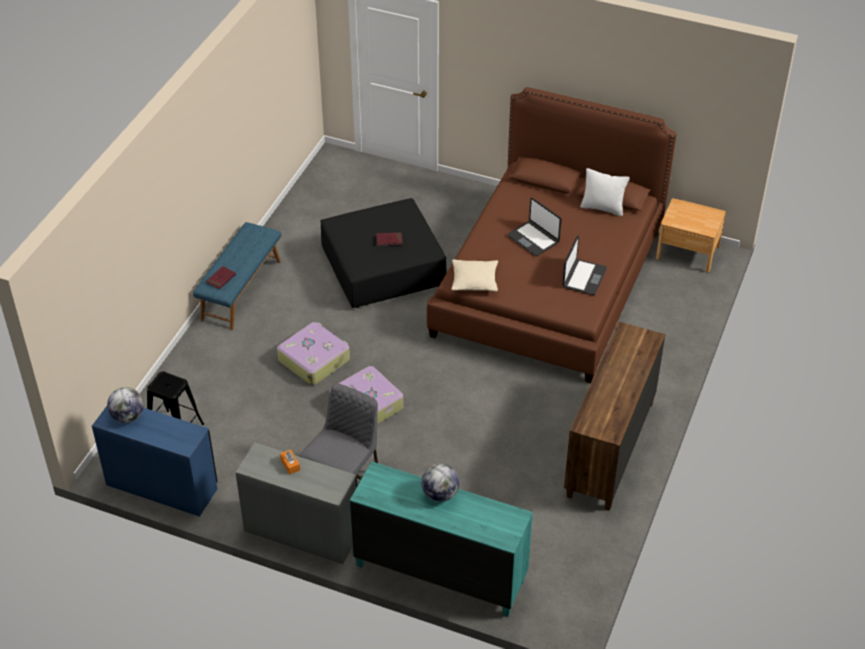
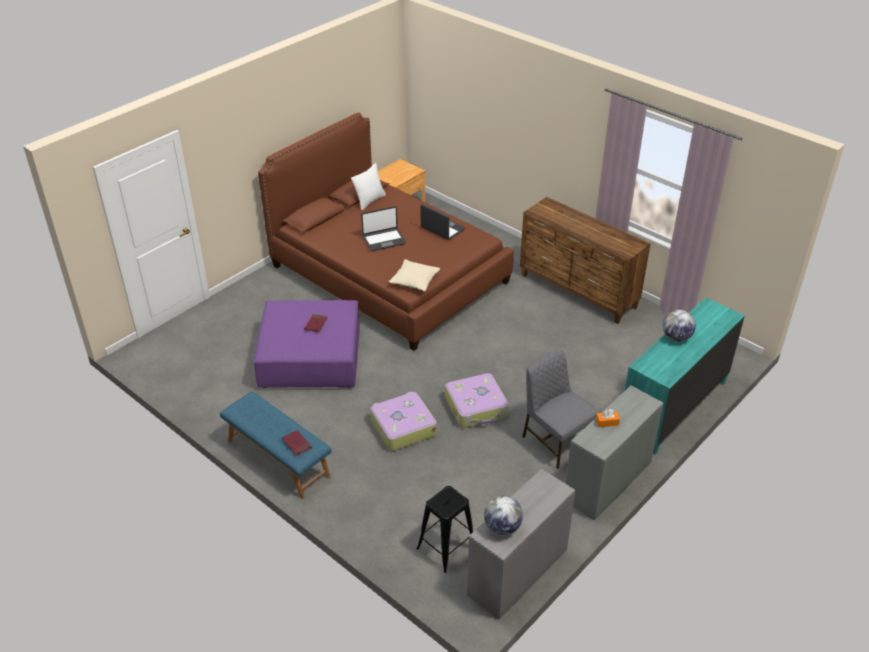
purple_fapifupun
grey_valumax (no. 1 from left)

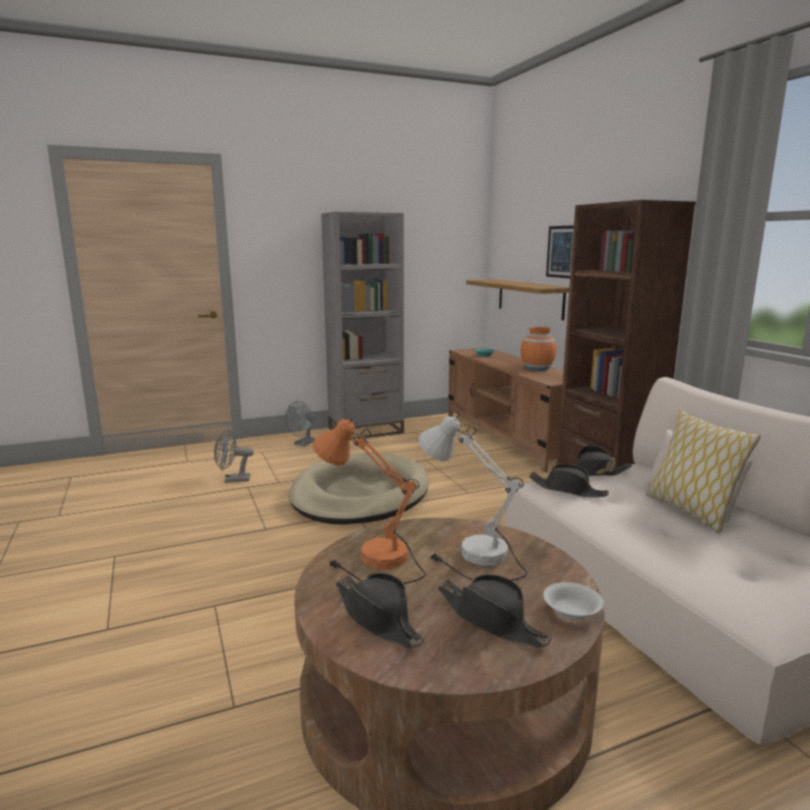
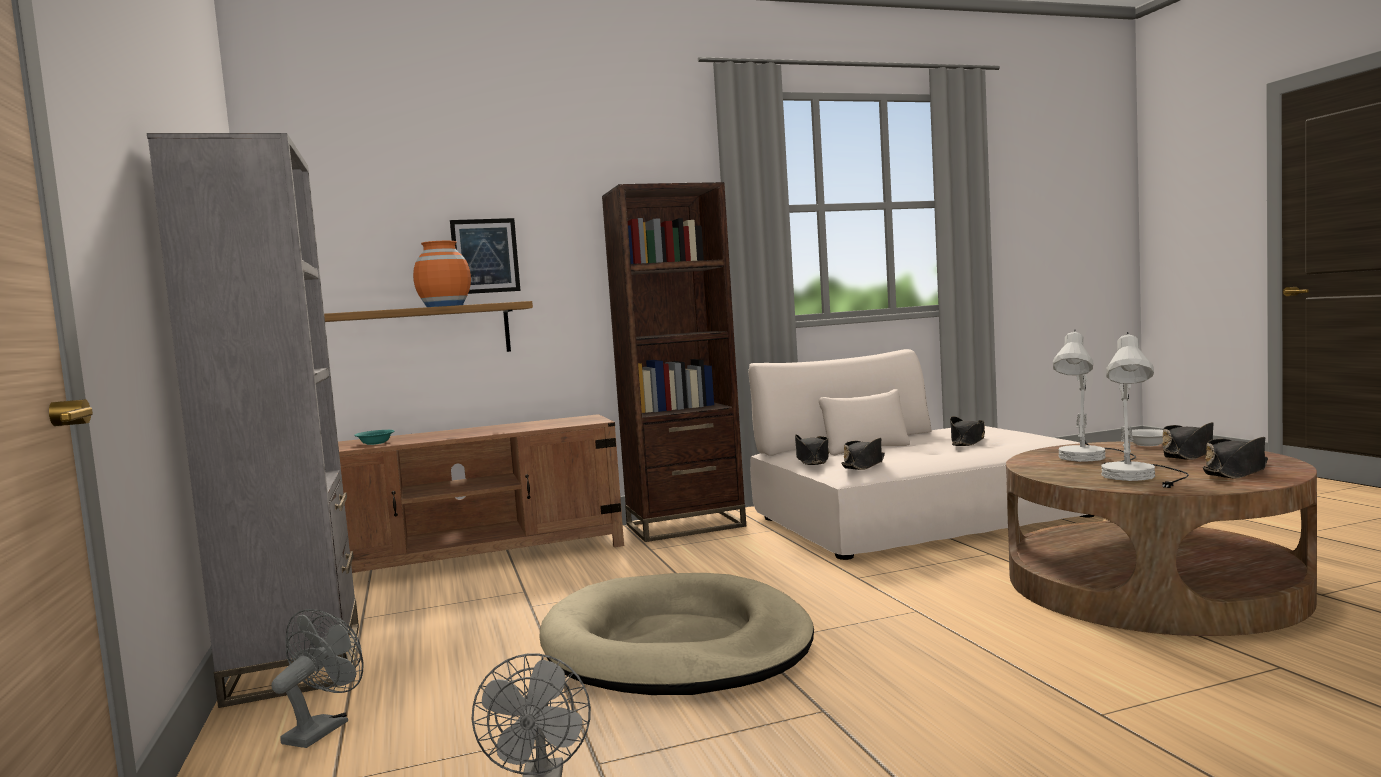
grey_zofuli (no. 1 from left)
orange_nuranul
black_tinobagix (no. 3 from left)
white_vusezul (no. 2 from left)
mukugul

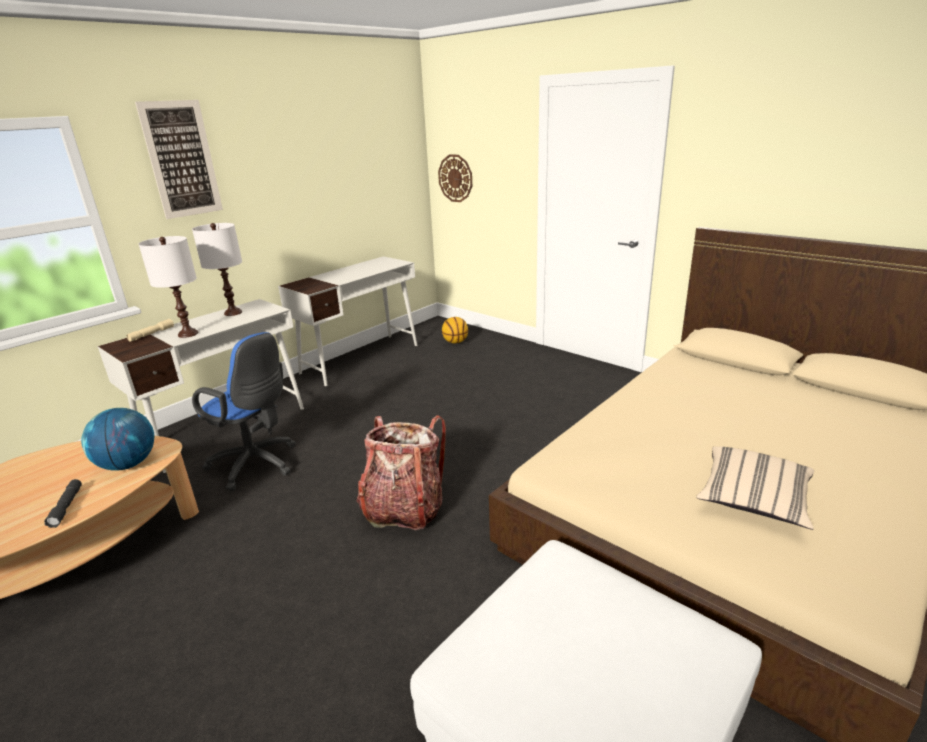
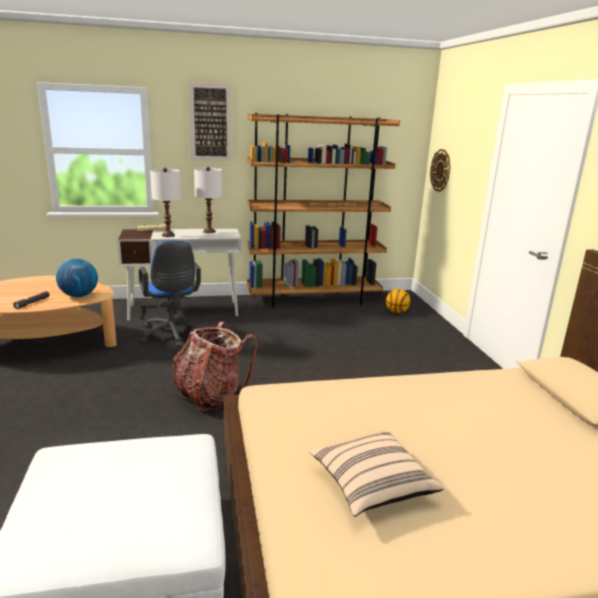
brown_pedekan

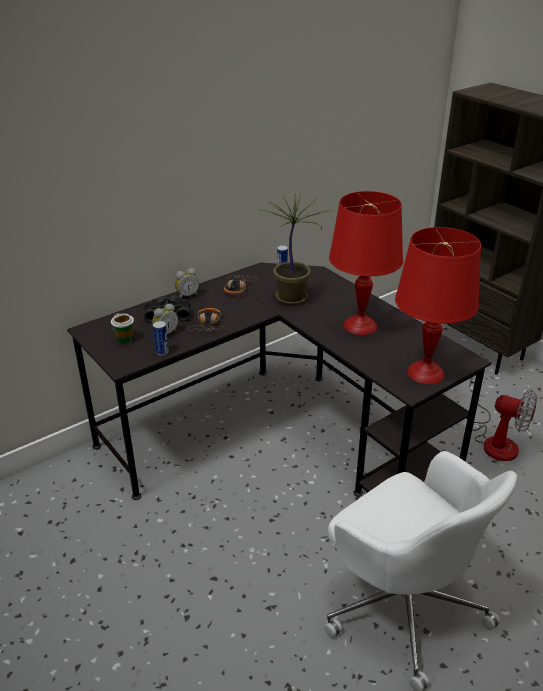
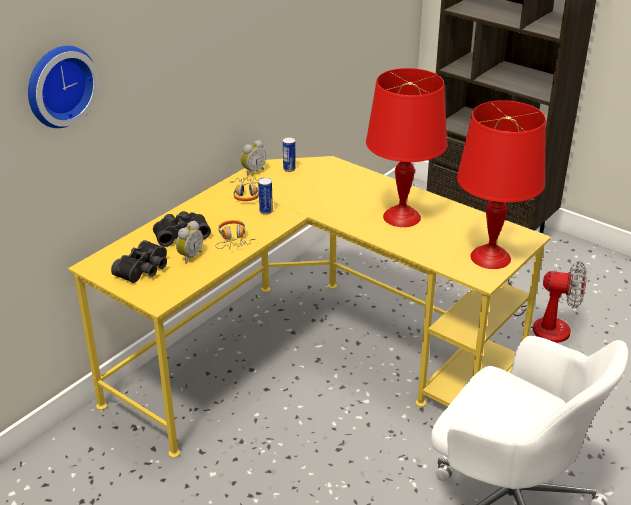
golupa
yellow_valumax
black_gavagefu (no. 1 from left)
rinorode (no. 2 from left)
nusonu (no. 1 from left)
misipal

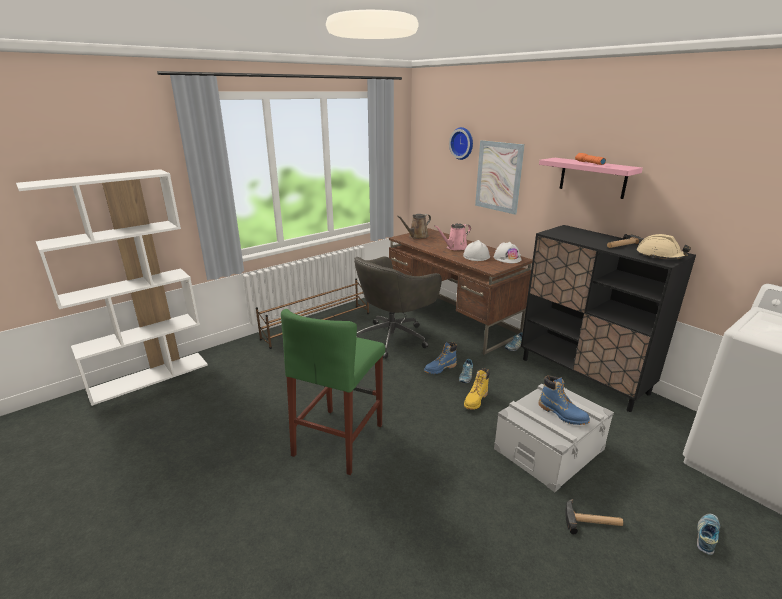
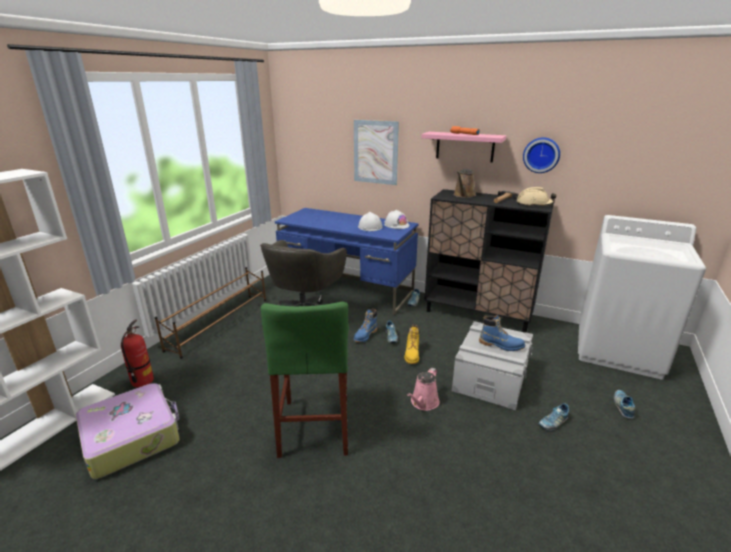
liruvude
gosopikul
blue_valumax
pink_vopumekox
brown_vopumekox
golupa
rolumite (no. 3 from left)

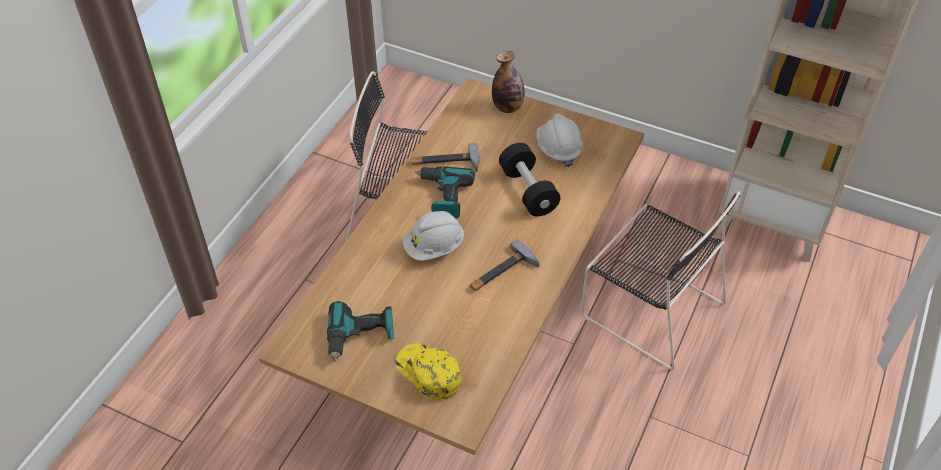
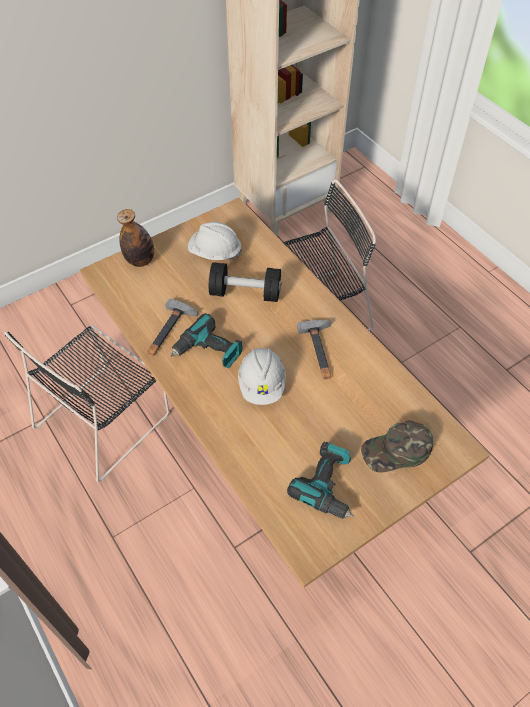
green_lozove

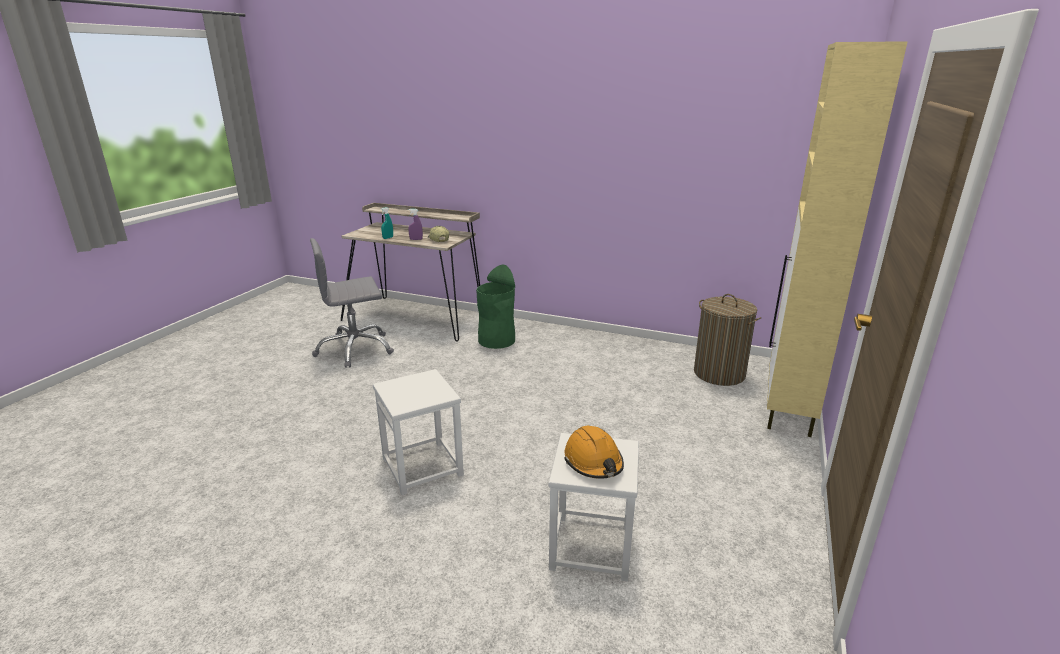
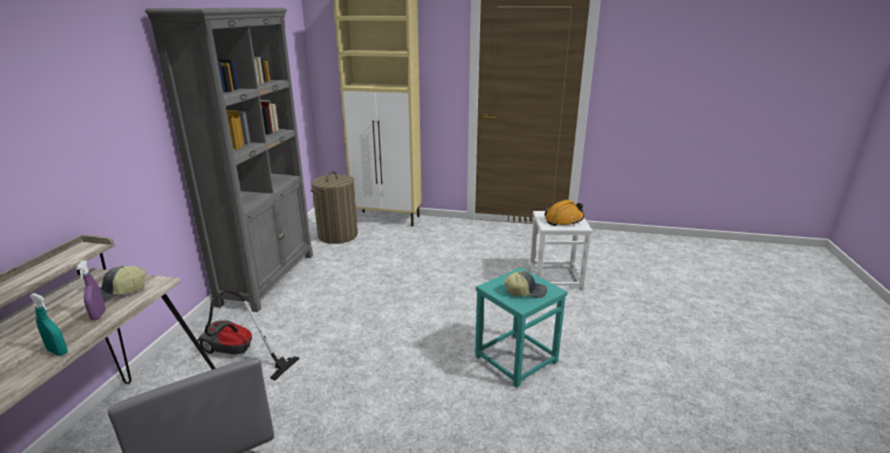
grey_pedekan
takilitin
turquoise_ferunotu
lozove (no. 2 from left)

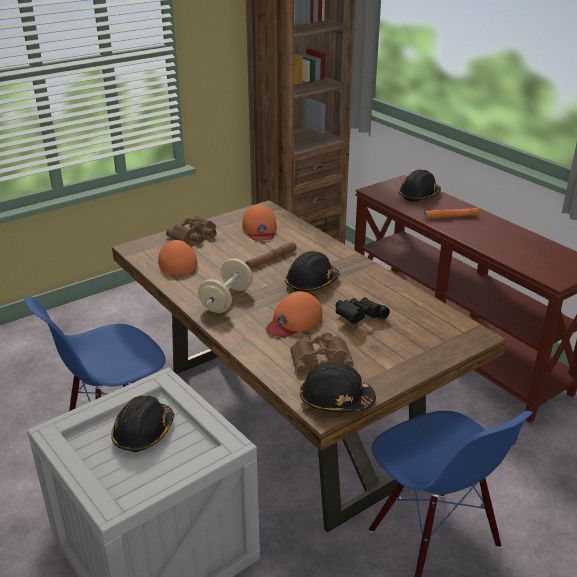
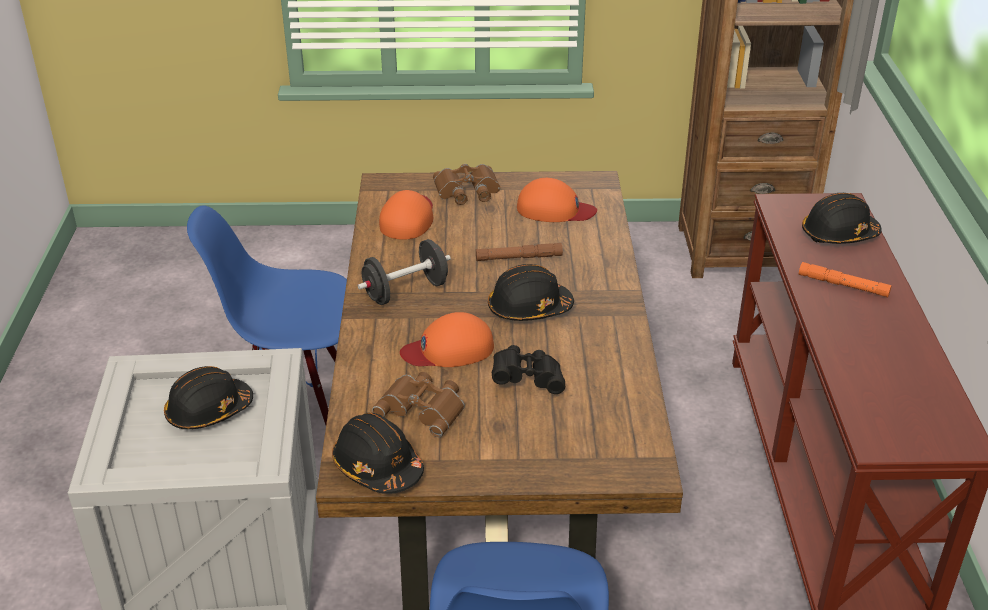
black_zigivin
orange_lozove (no. 3 from left)

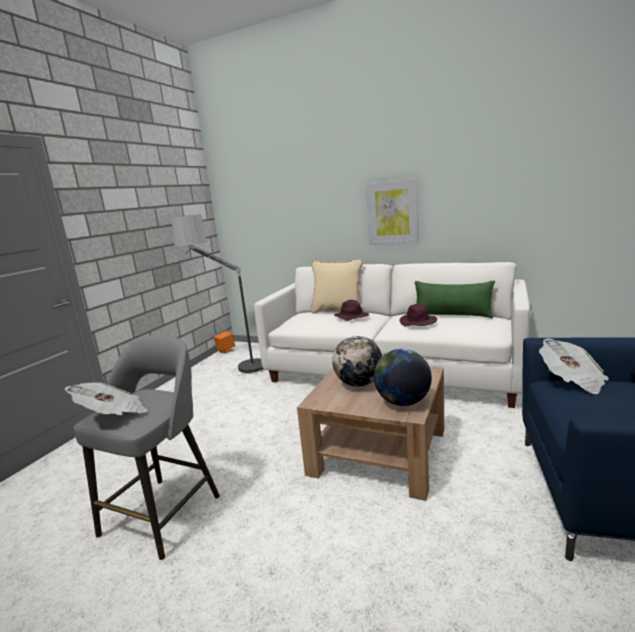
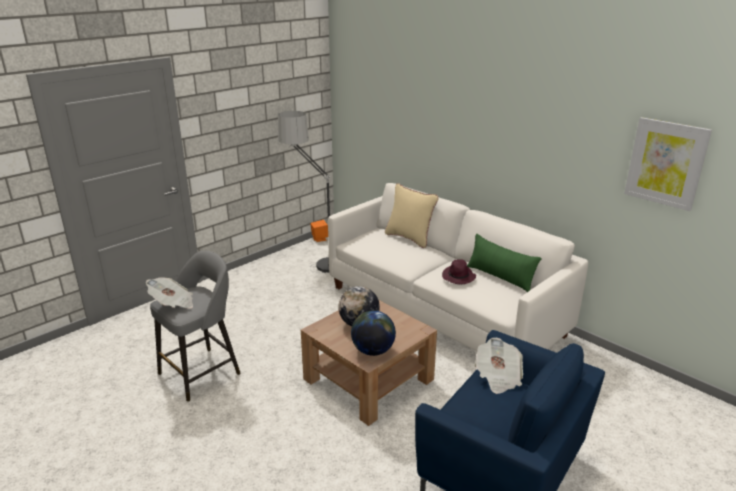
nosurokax
purple_tinobagix (no. 1 from left in the first image)

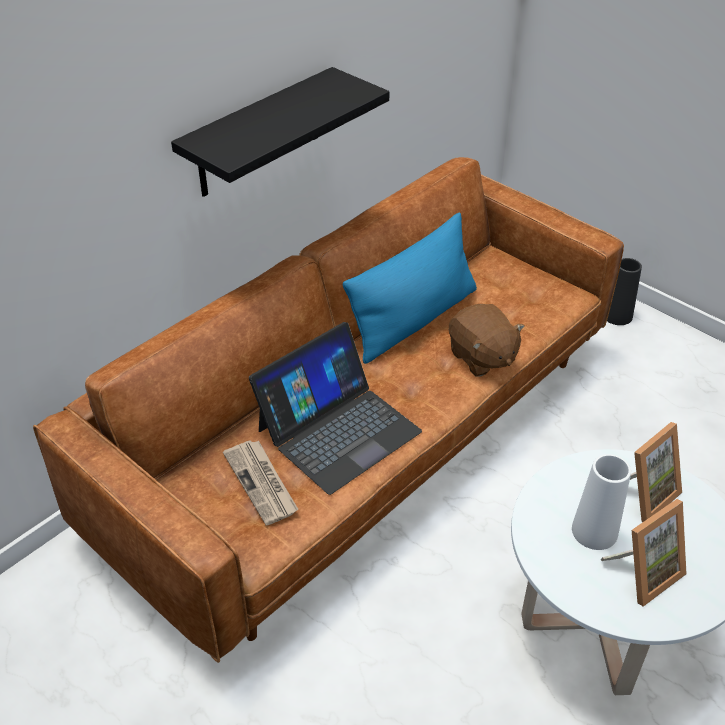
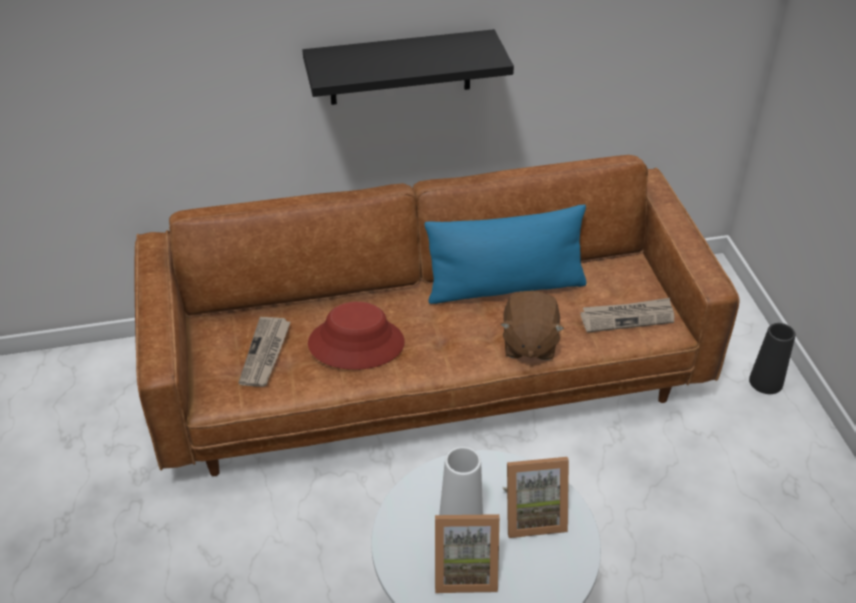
red_tinobagix
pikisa (no. 2 from left)

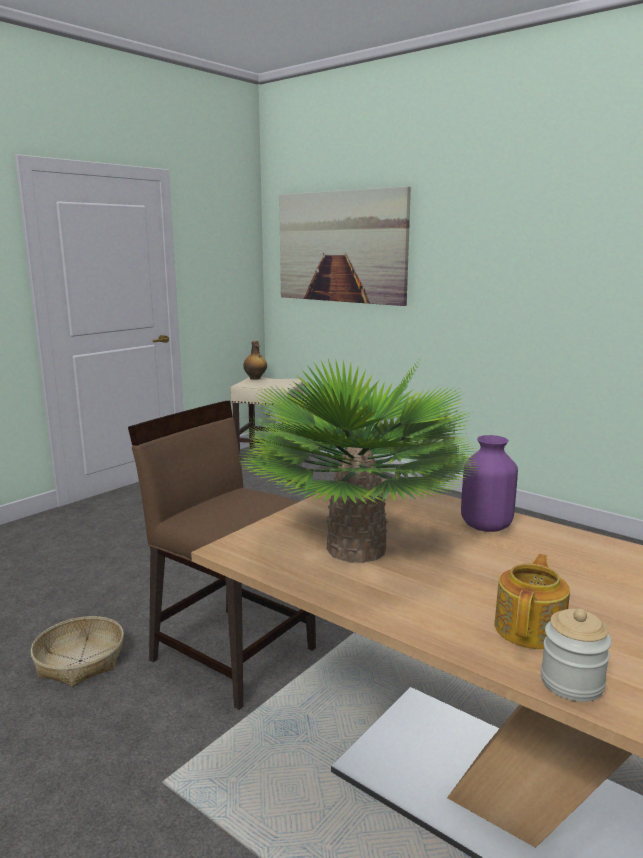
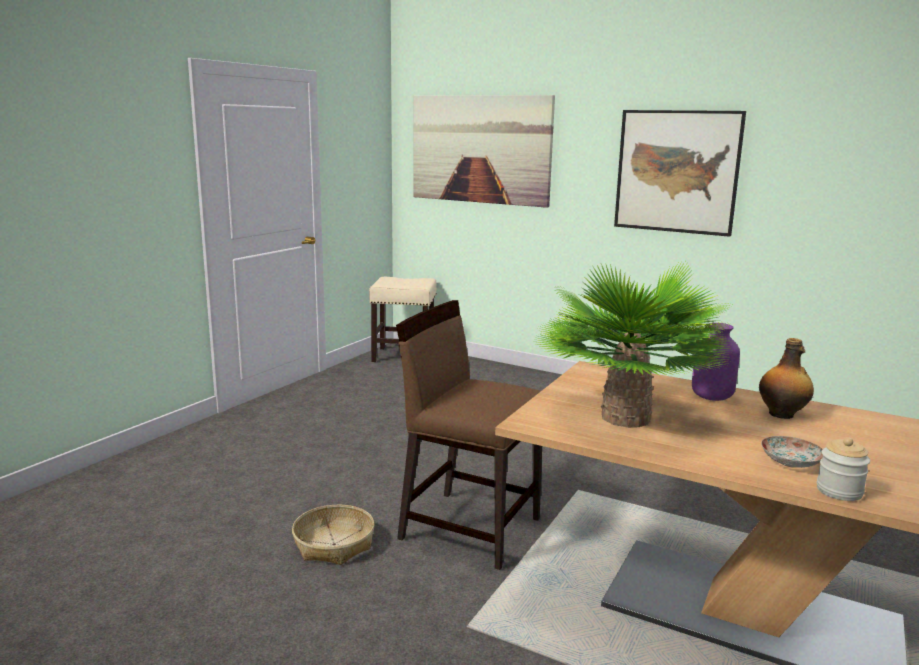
nosurokax (no. 2 from left)
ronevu
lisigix

